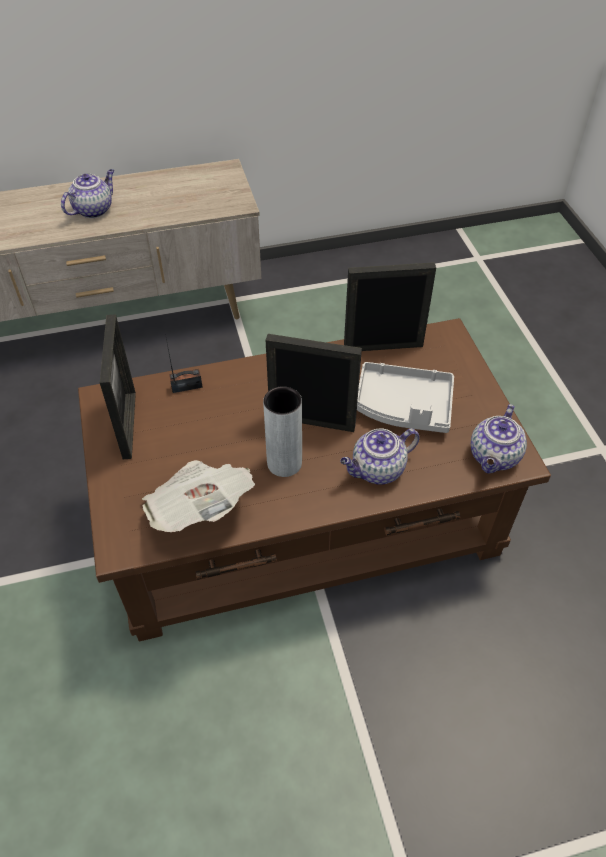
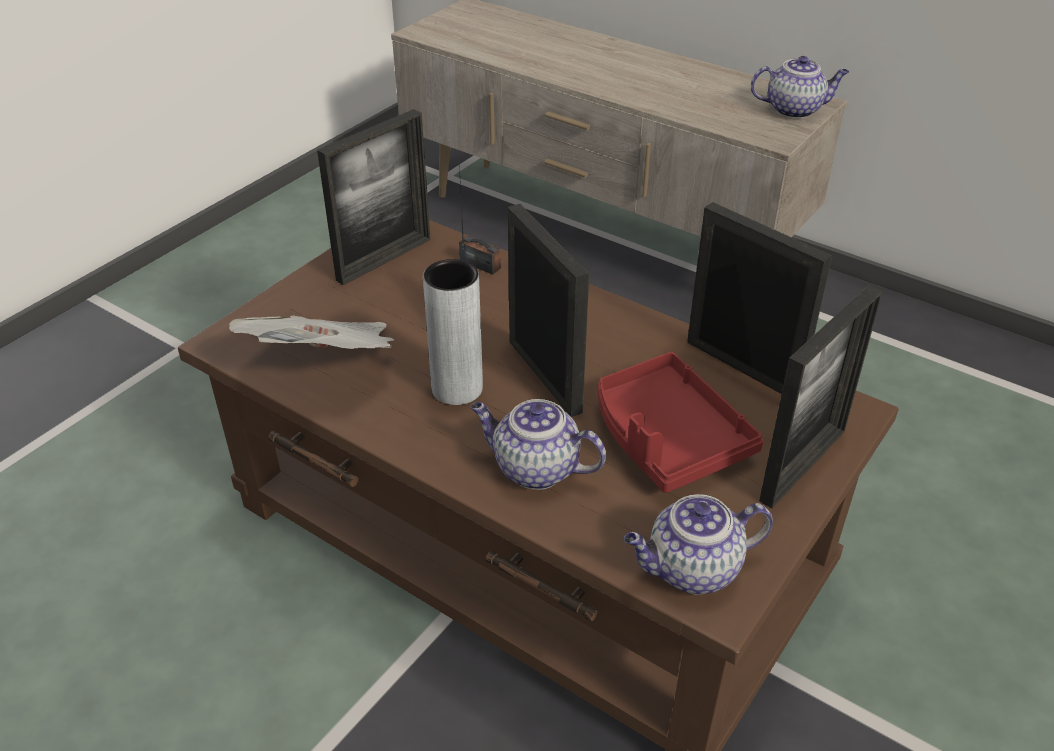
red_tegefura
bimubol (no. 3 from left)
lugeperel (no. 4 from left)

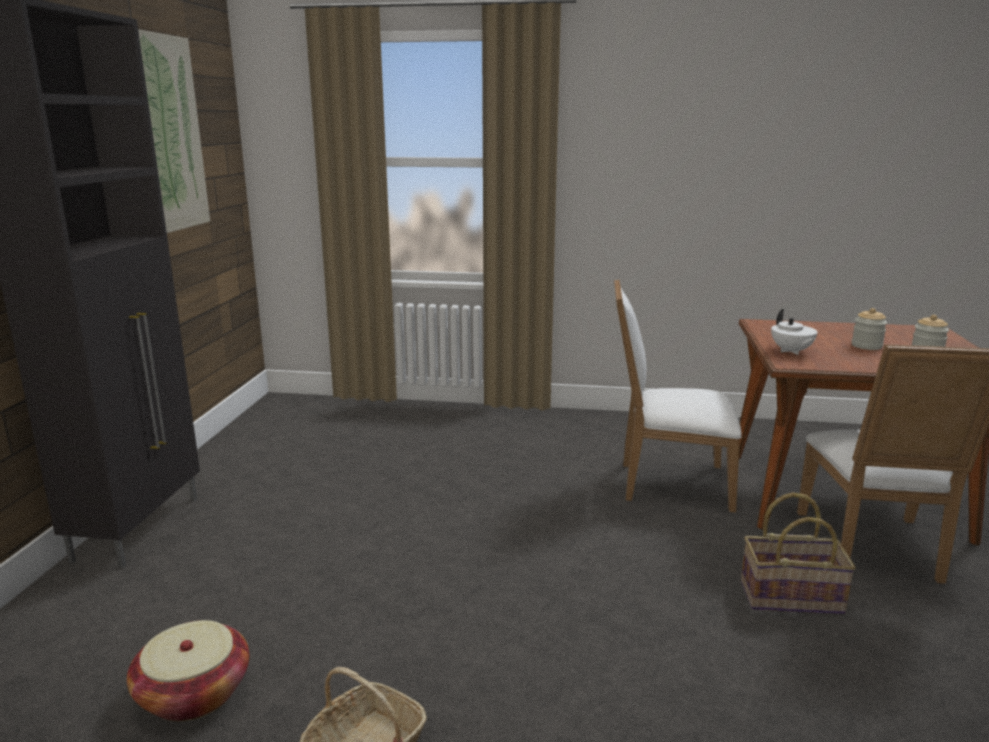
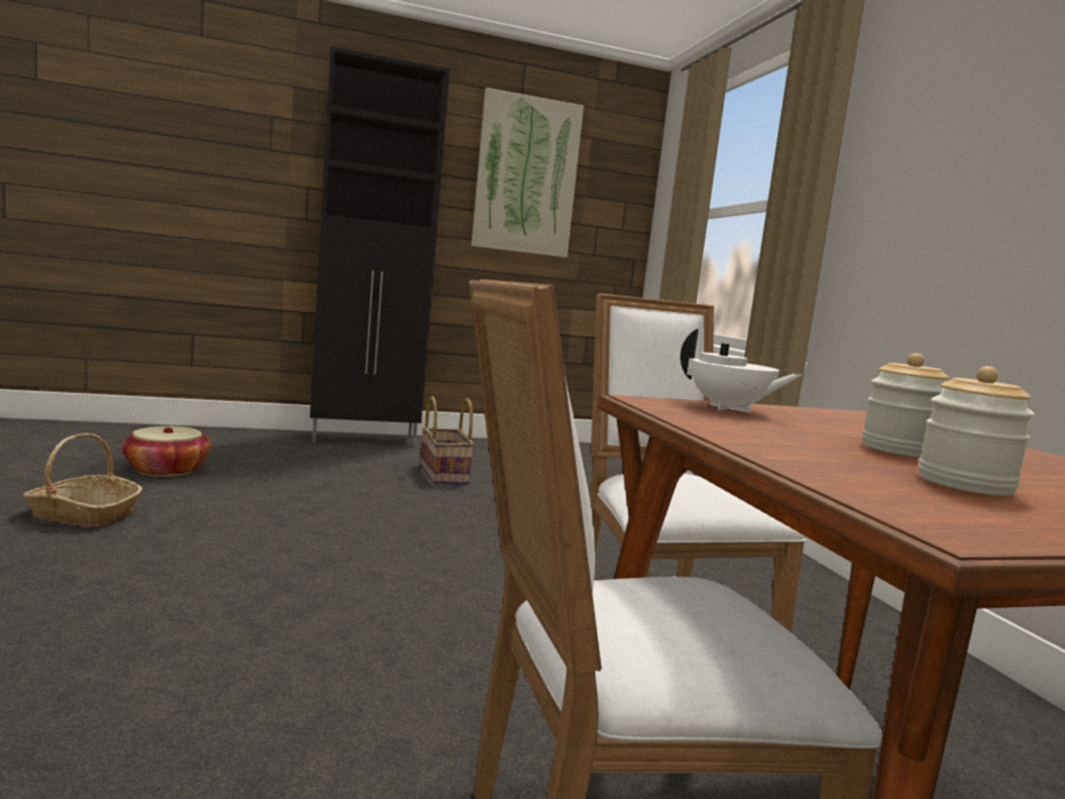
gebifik (no. 3 from left)
white_bimubol

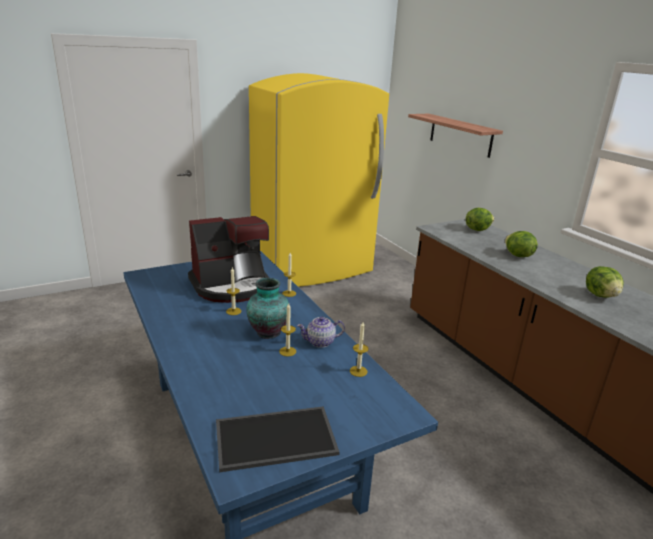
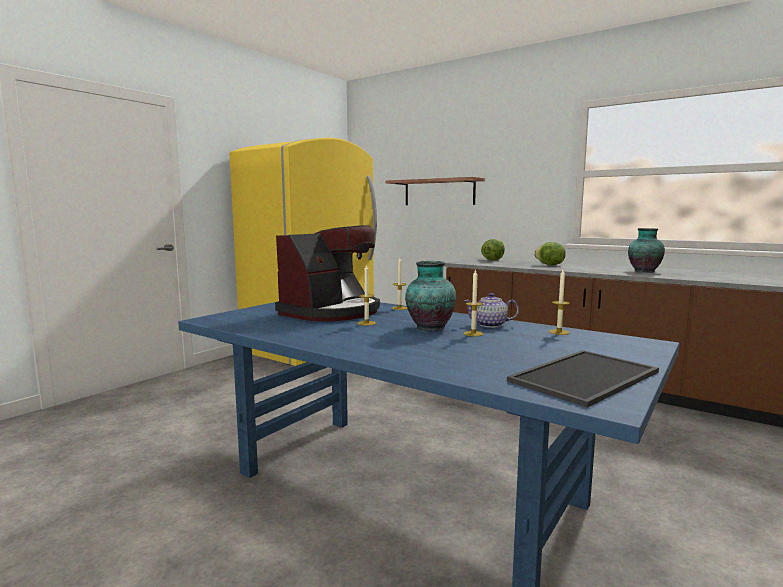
bimubol
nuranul (no. 2 from left)

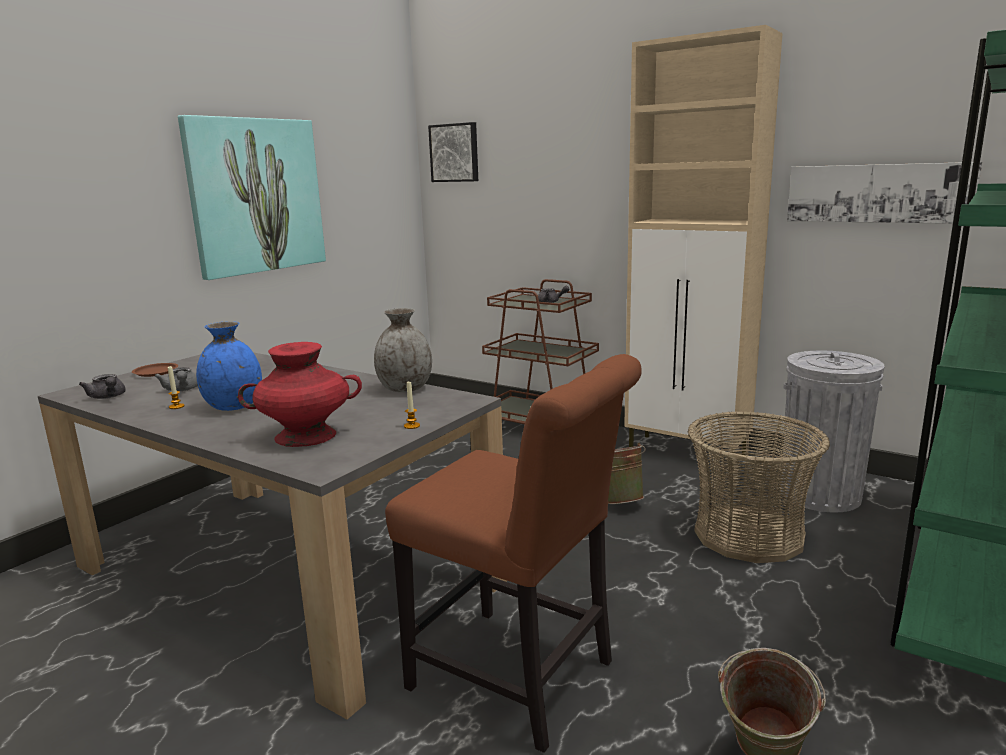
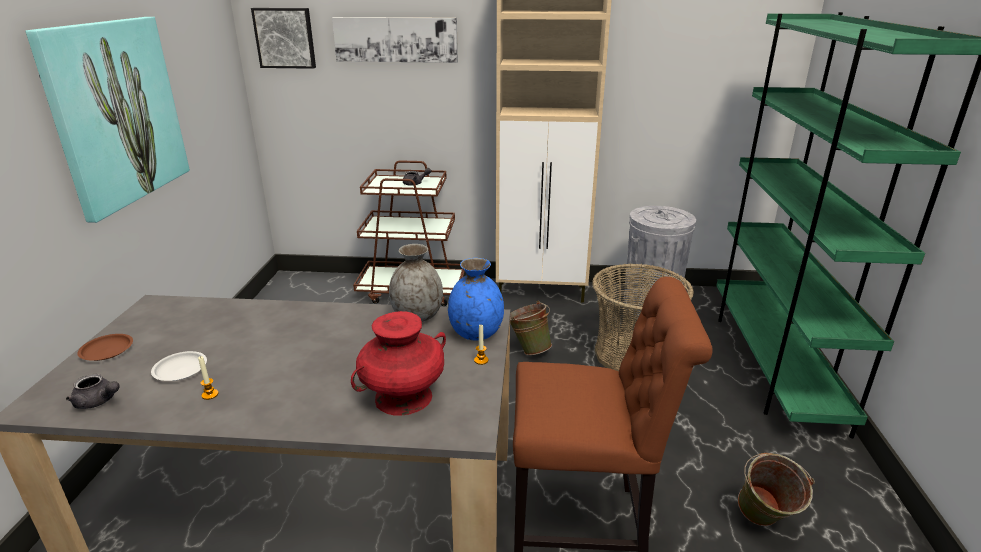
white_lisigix
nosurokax (no. 3 from left)
blue_nuranul

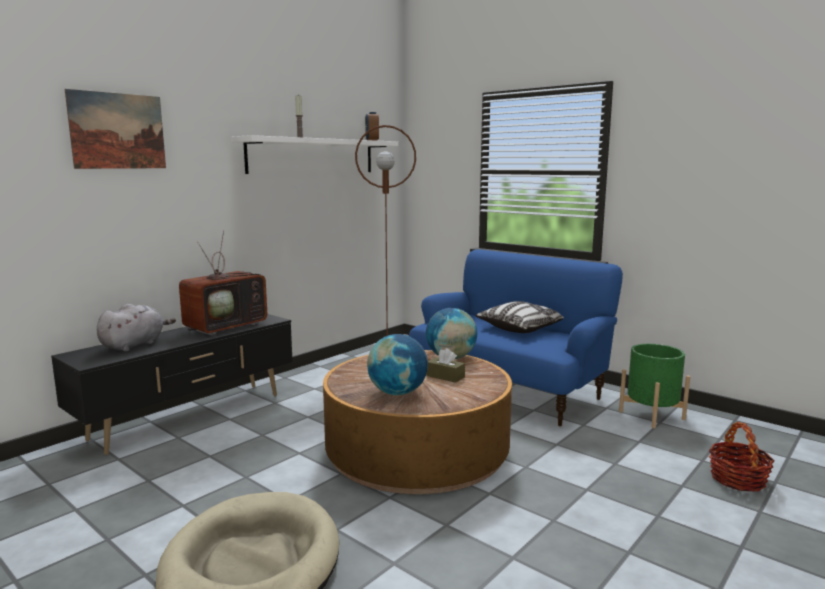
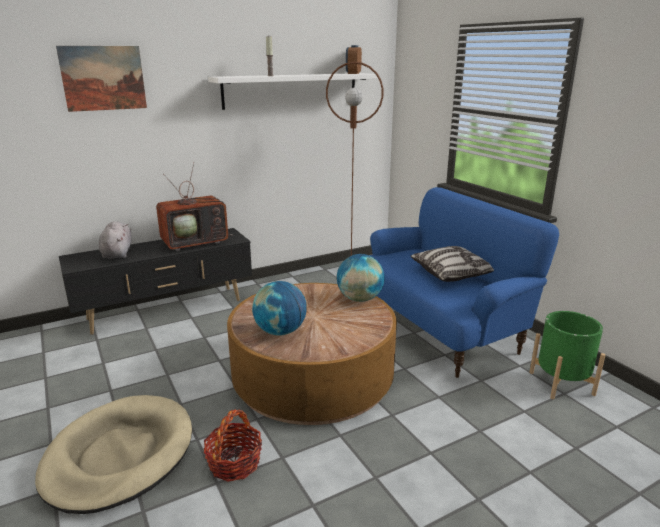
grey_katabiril
gebifik
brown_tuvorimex

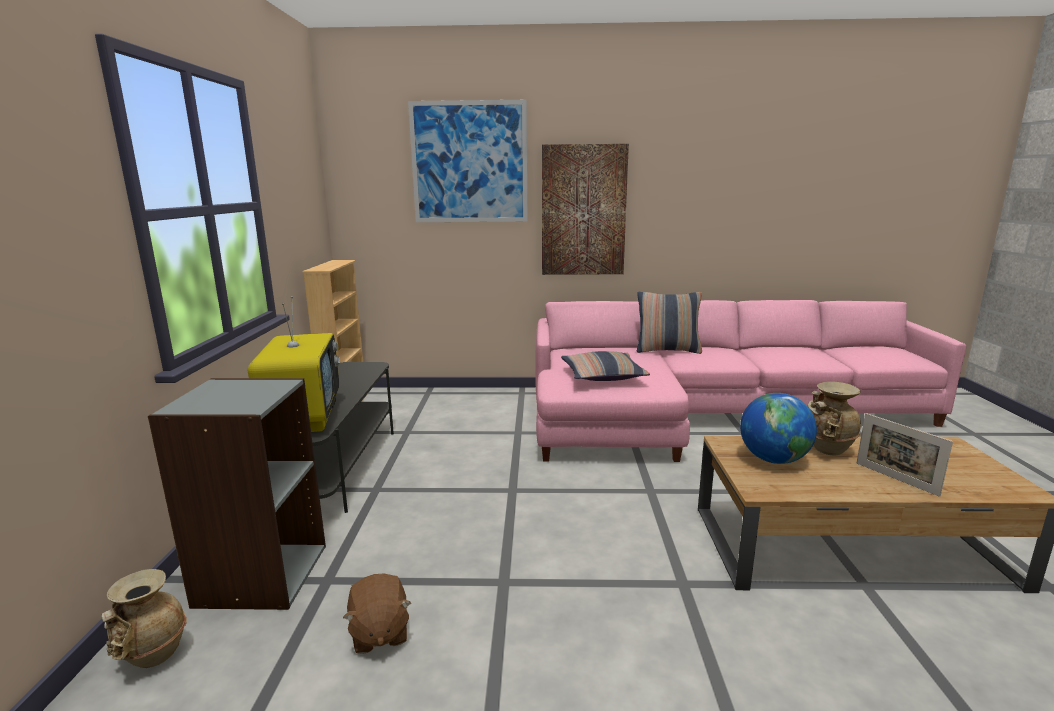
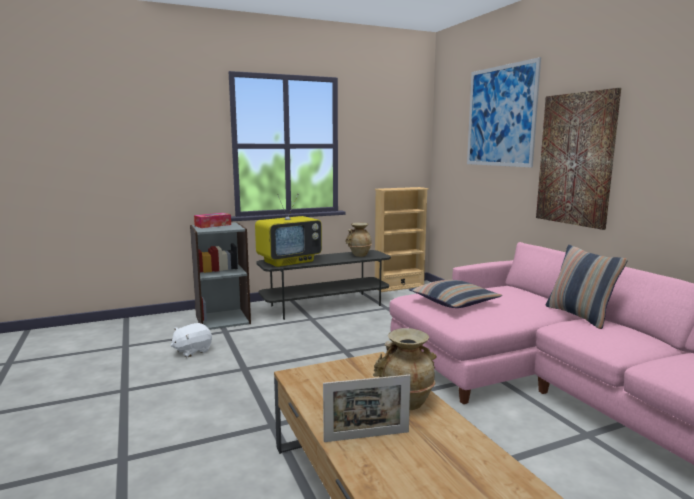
white_katabiril
tuvorimex
lugeperel
beige_nuranul (no. 1 from left)
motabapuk

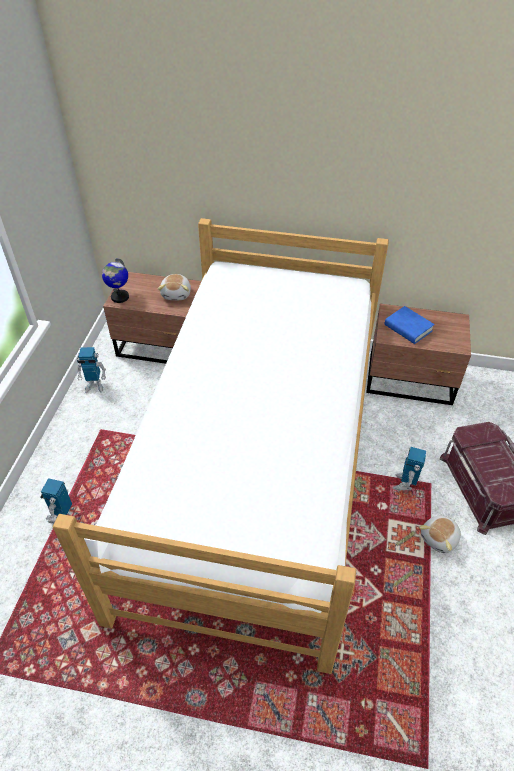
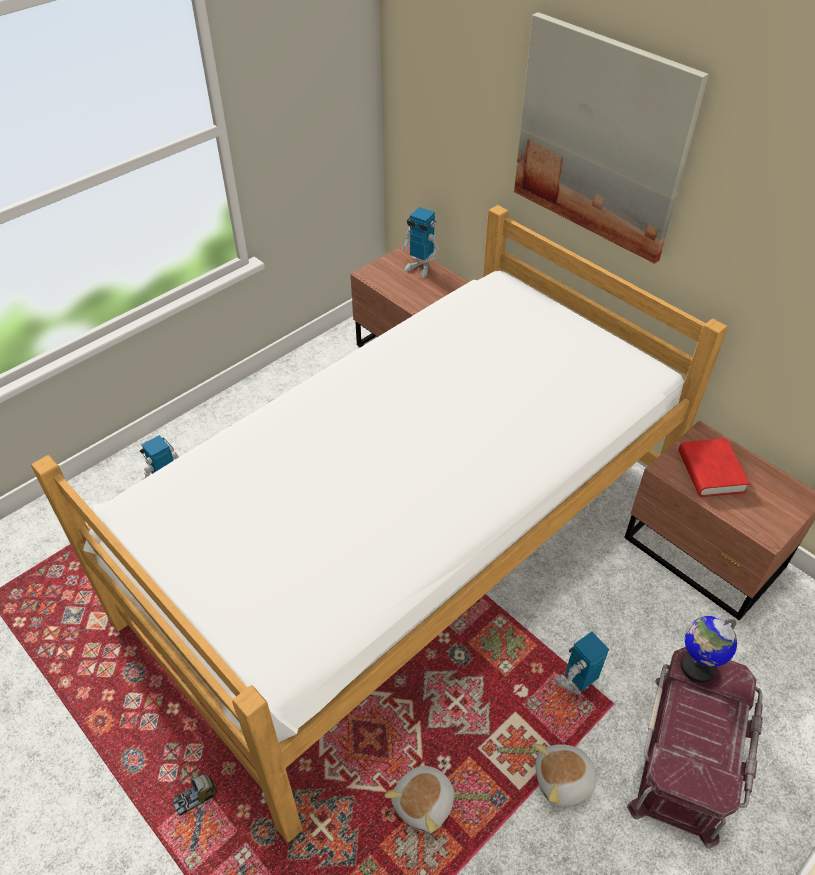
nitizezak
katabiril (no. 1 from left)
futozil (no. 2 from left)
nosurokax
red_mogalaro
motabapuk

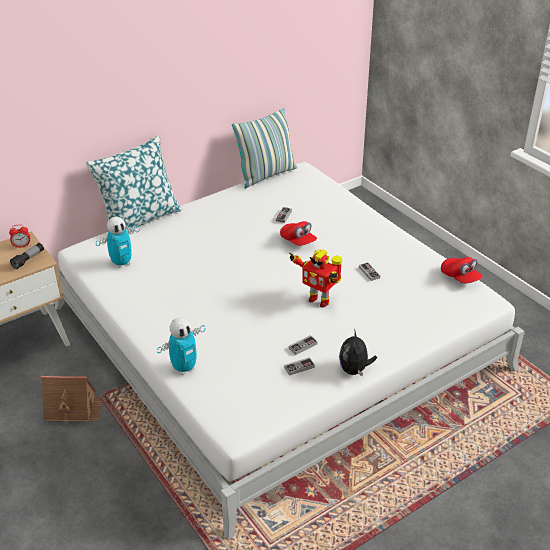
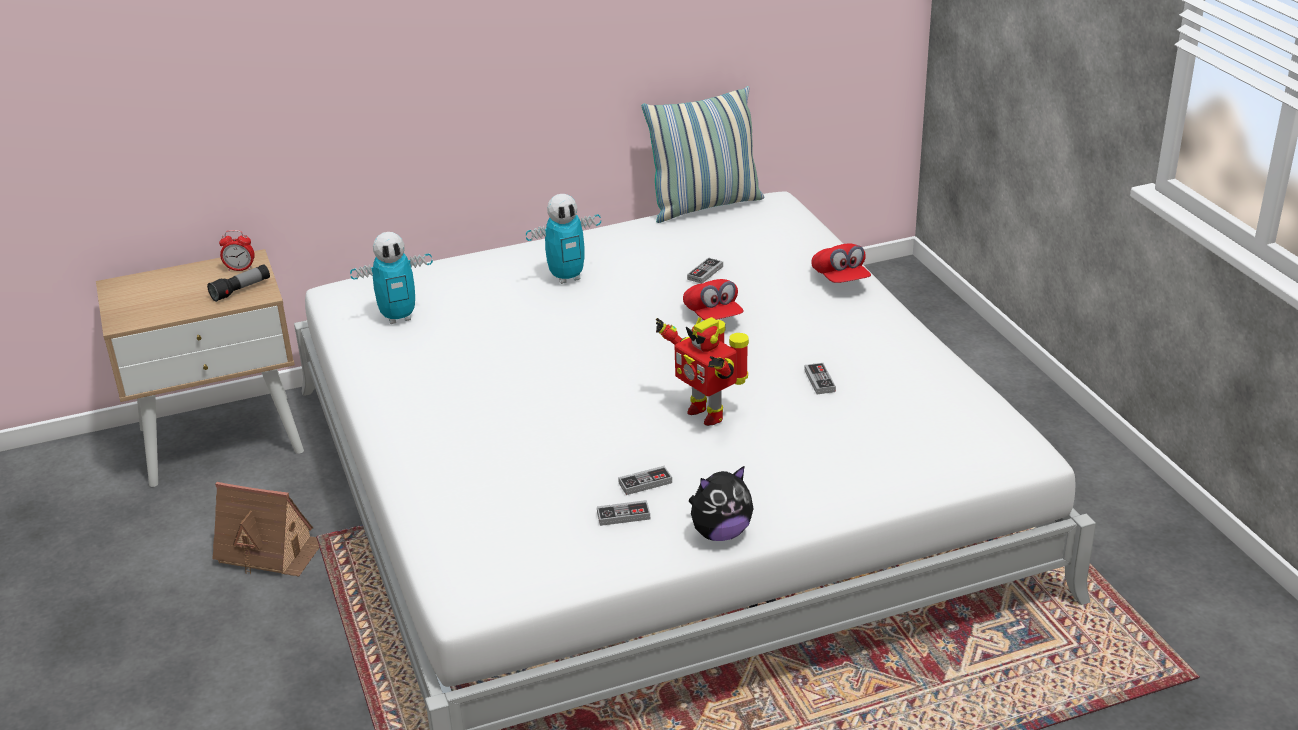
futozil (no. 2 from left)
katabiril
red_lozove (no. 2 from left)
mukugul (no. 1 from left in the first image)

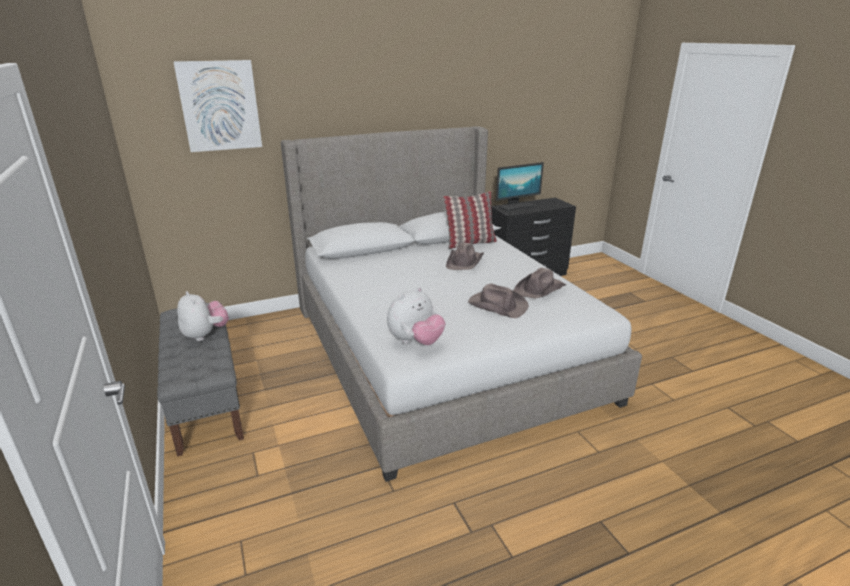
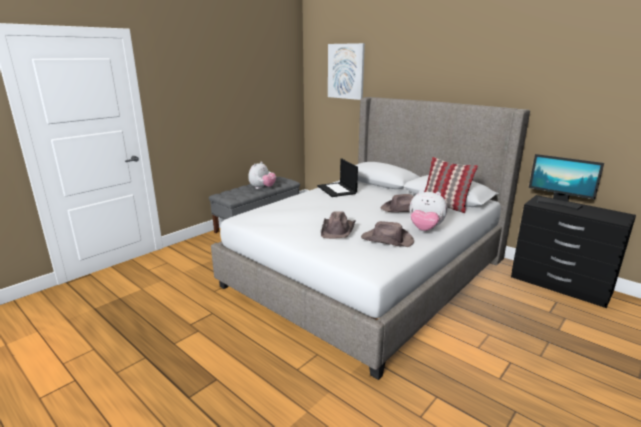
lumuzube
katabiril (no. 2 from left)

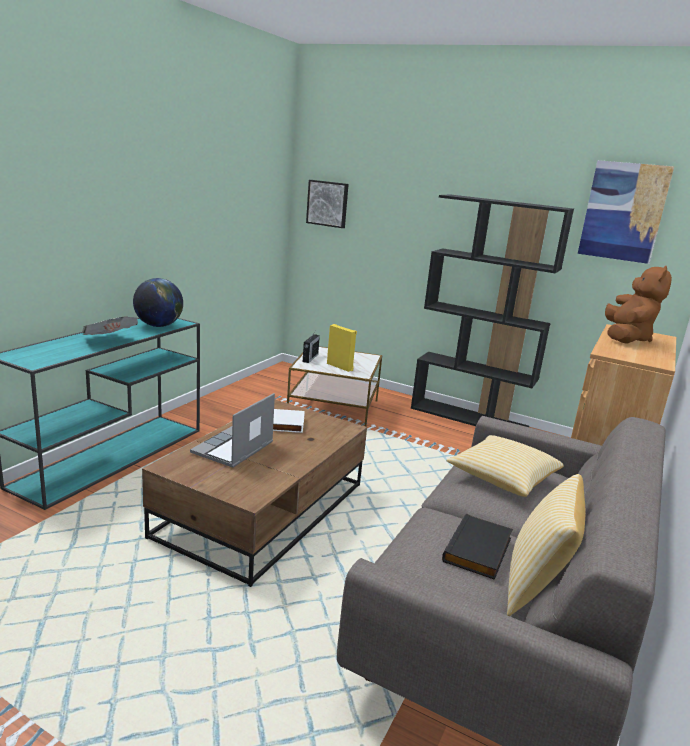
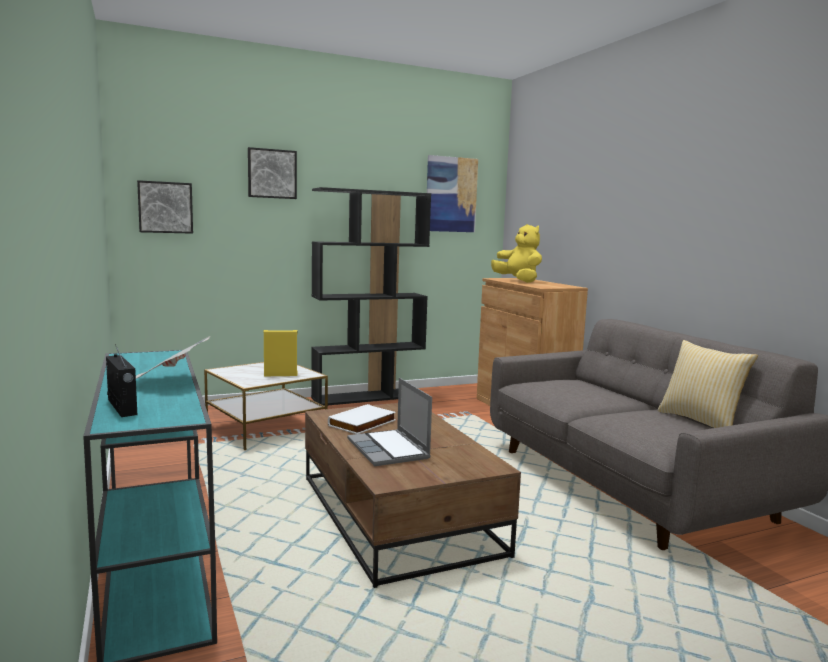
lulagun
nosurokax (no. 2 from left)
yellow_katabiril
motabapuk
black_mogalaro
mukugul (no. 1 from left in the first image)

